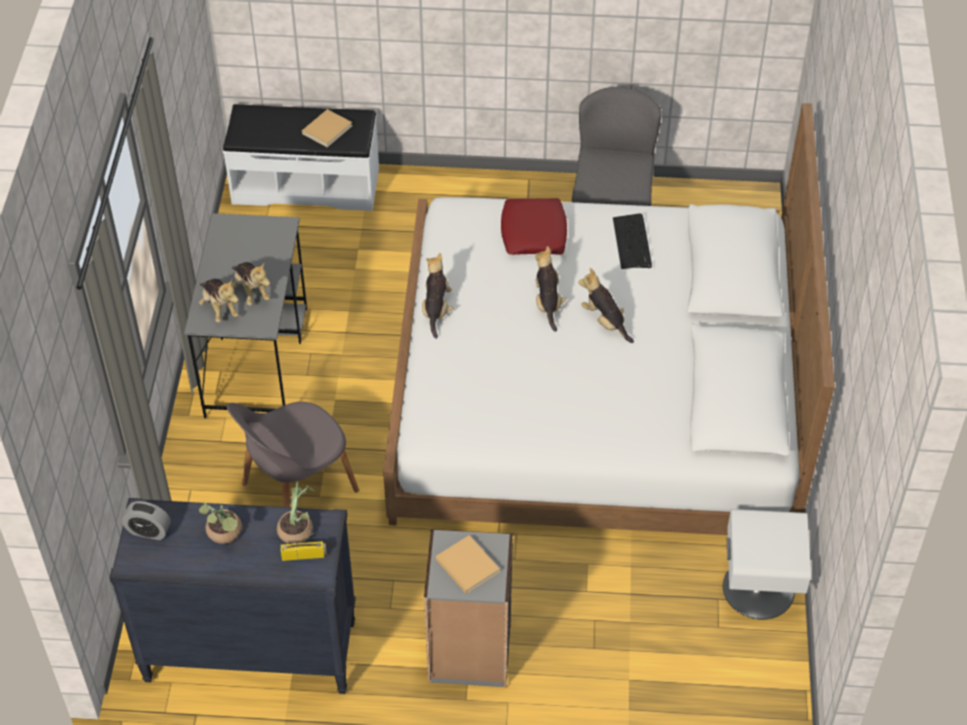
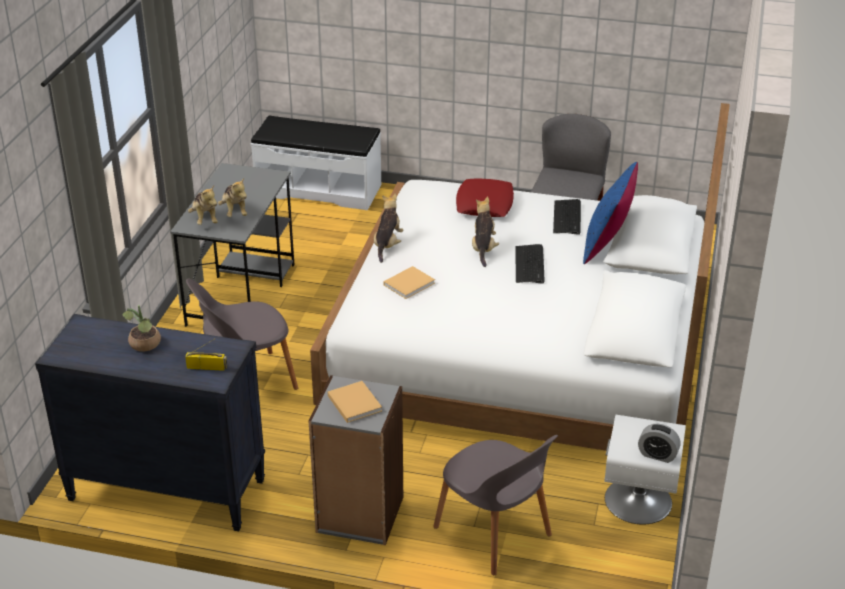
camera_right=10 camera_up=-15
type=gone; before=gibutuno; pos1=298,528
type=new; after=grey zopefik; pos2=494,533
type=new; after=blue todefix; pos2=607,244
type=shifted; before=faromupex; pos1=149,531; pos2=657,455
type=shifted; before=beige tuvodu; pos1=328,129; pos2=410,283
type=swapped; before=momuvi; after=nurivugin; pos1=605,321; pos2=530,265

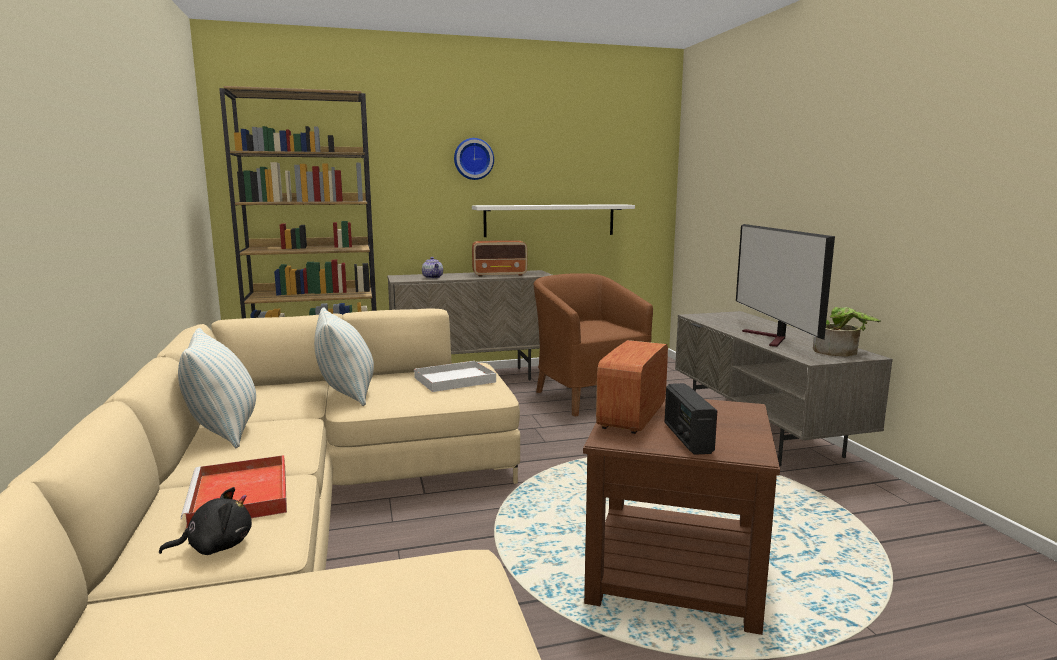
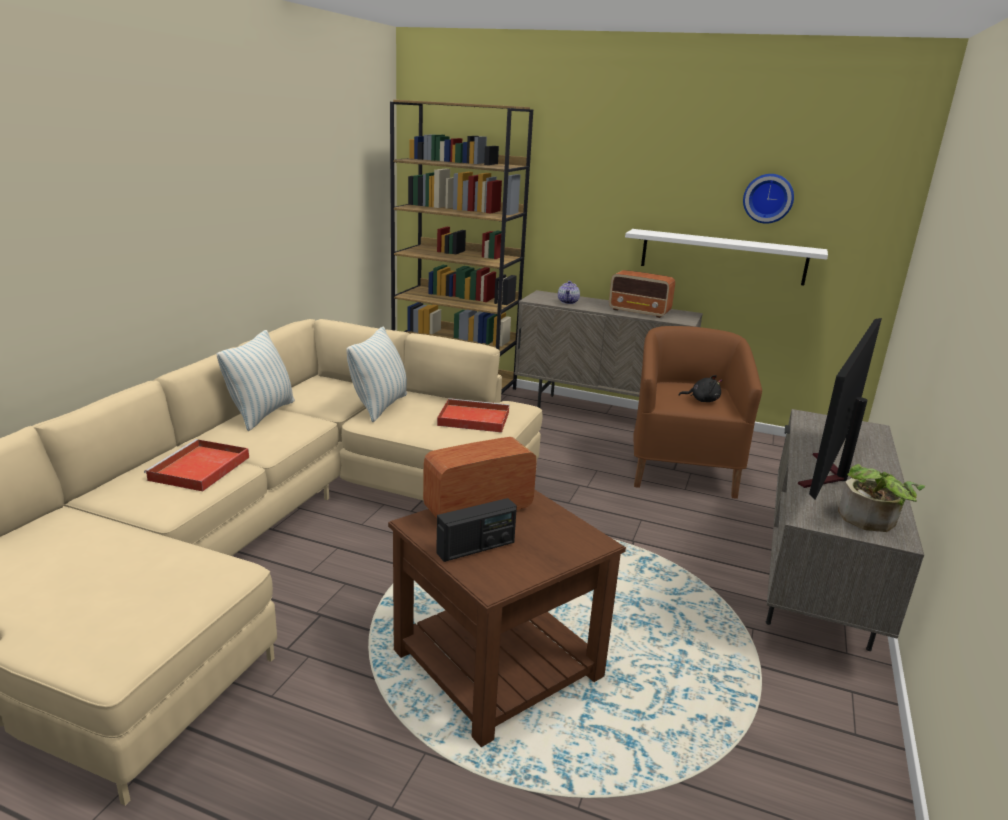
camera_right=35 camera_up=10
type=shifted; before=black momuvi; pos1=216,546; pos2=702,400
type=shifted; before=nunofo; pos1=473,159; pos2=768,198
type=repainted; before=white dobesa; after=red dobesa; pos1=453,380; pos2=472,419
type=rotated; before=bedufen; pos1=687,438; pos2=476,548; turn=-150

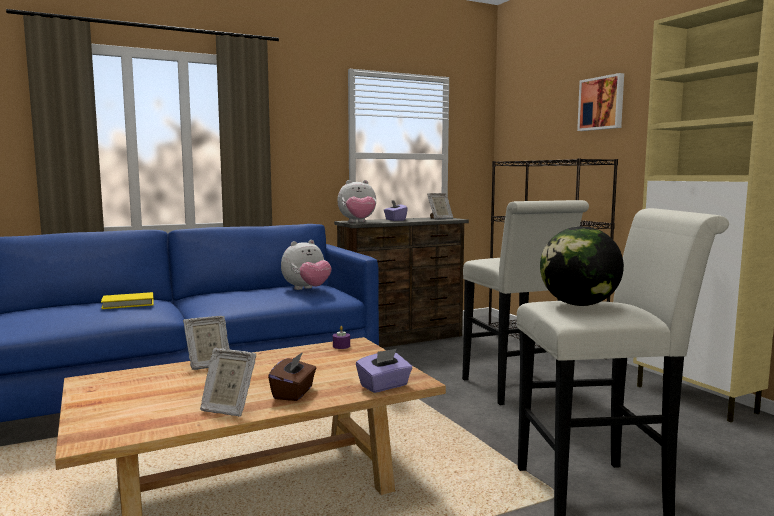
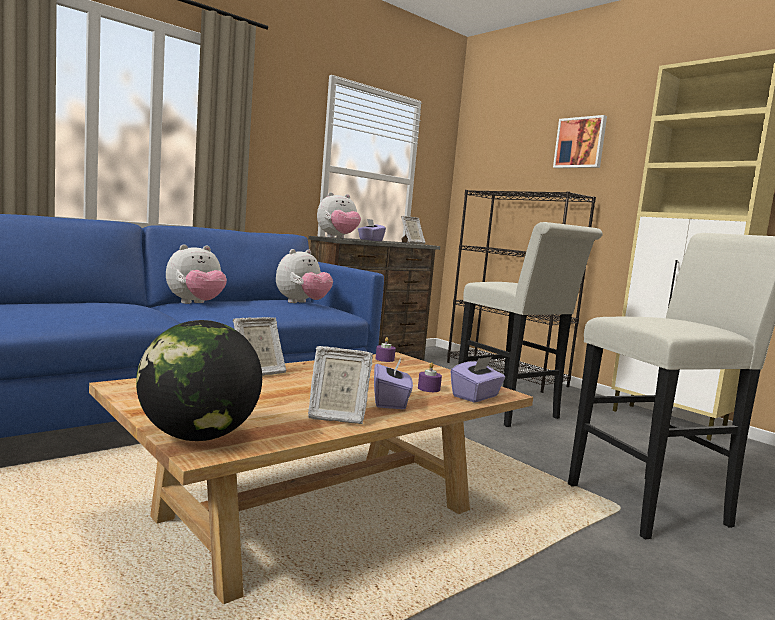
camera_right=-15 camera_up=0
type=gone; before=yellow tuvodu; pos1=128,304
type=new; after=momuvi; pos2=196,304
type=new; after=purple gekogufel; pos2=429,389
type=shifted; before=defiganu; pos1=579,304; pos2=198,437
type=repainted; before=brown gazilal; after=purple gazilal; pos1=294,393; pos2=390,402

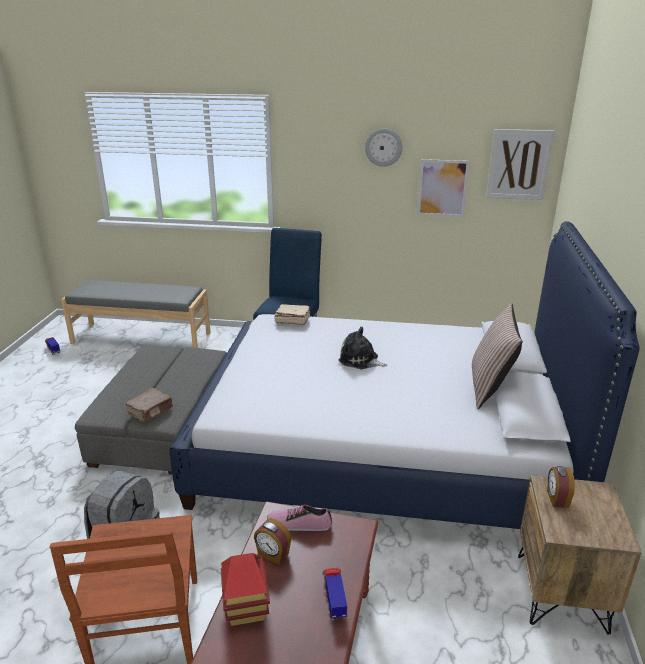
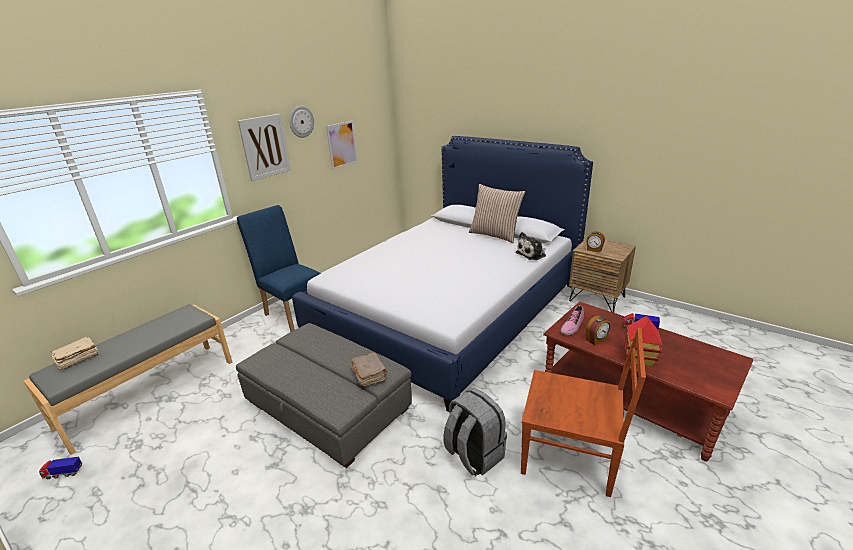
camera_right=-60 camera_up=0
type=shifted; before=beige tuvodu; pos1=292,320; pos2=77,359
type=shifted; before=momuvi; pos1=360,360; pos2=532,254
type=shifted; before=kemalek; pos1=519,164; pos2=265,147

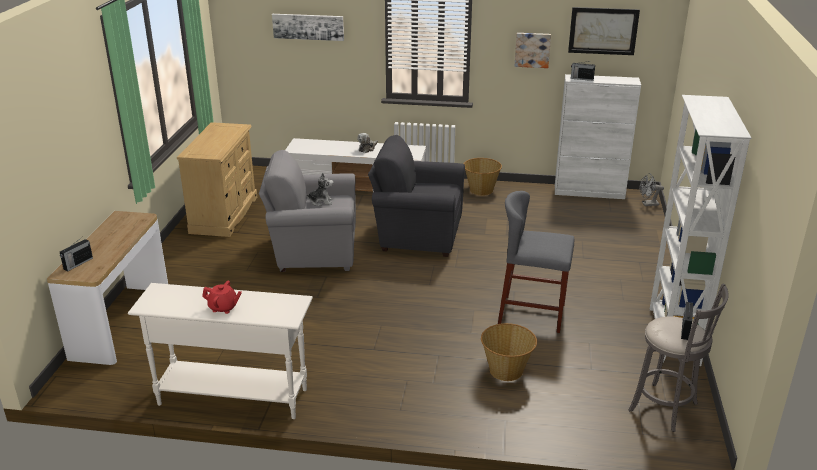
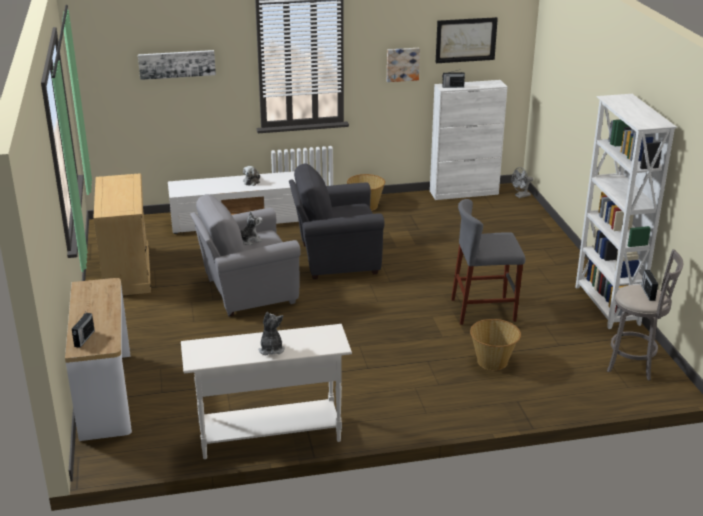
camera_right=-20 camera_up=0
type=swapped; before=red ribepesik; after=momuvi; pos1=223,308; pos2=271,349

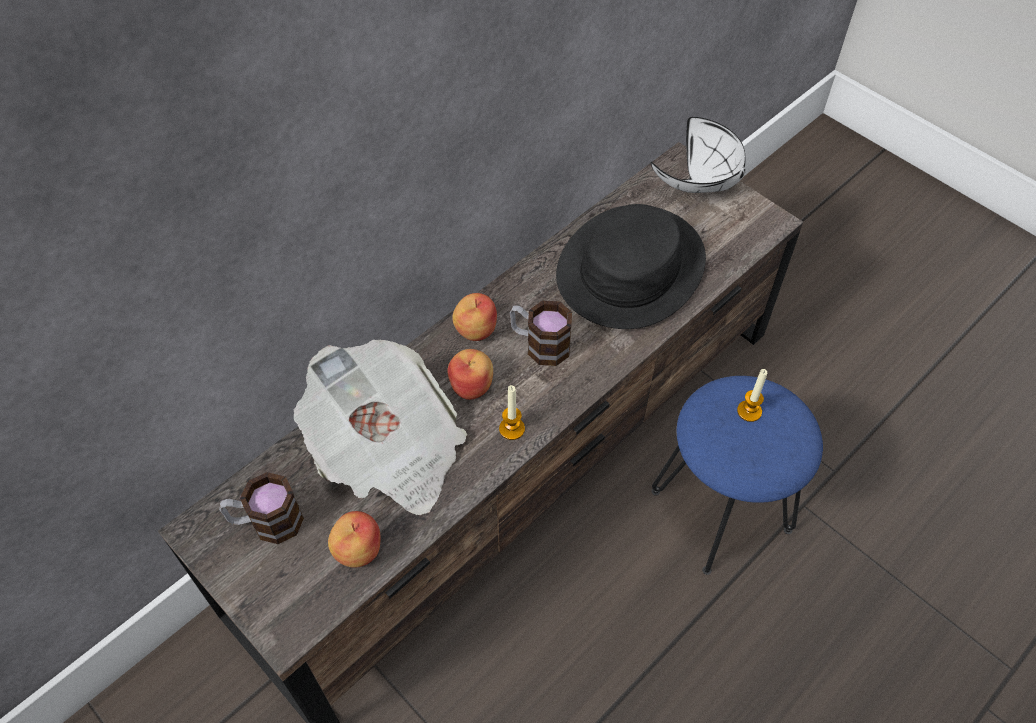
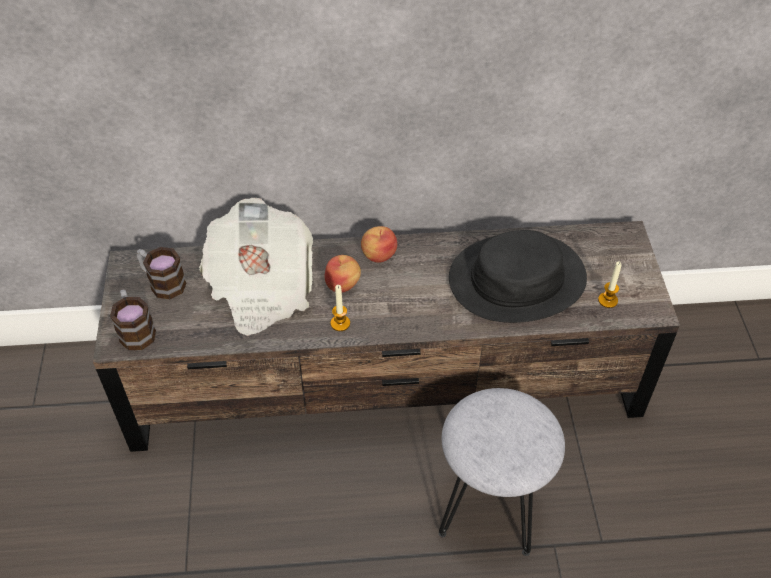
camera_right=40 camera_up=-5
type=gone; before=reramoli; pos1=357,549
type=gone; before=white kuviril; pos1=700,182
type=shifted; before=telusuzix; pos1=539,344; pos2=135,330
type=shifted; before=gekogufel; pos1=749,411; pos2=607,300
type=repainted; before=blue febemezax; after=grey febemezax; pos1=722,510; pos2=491,505

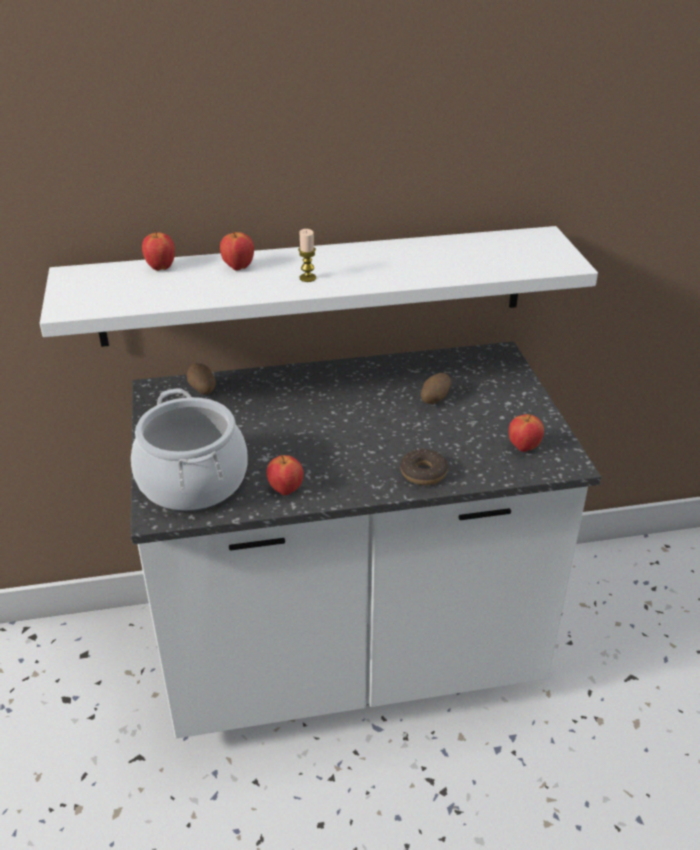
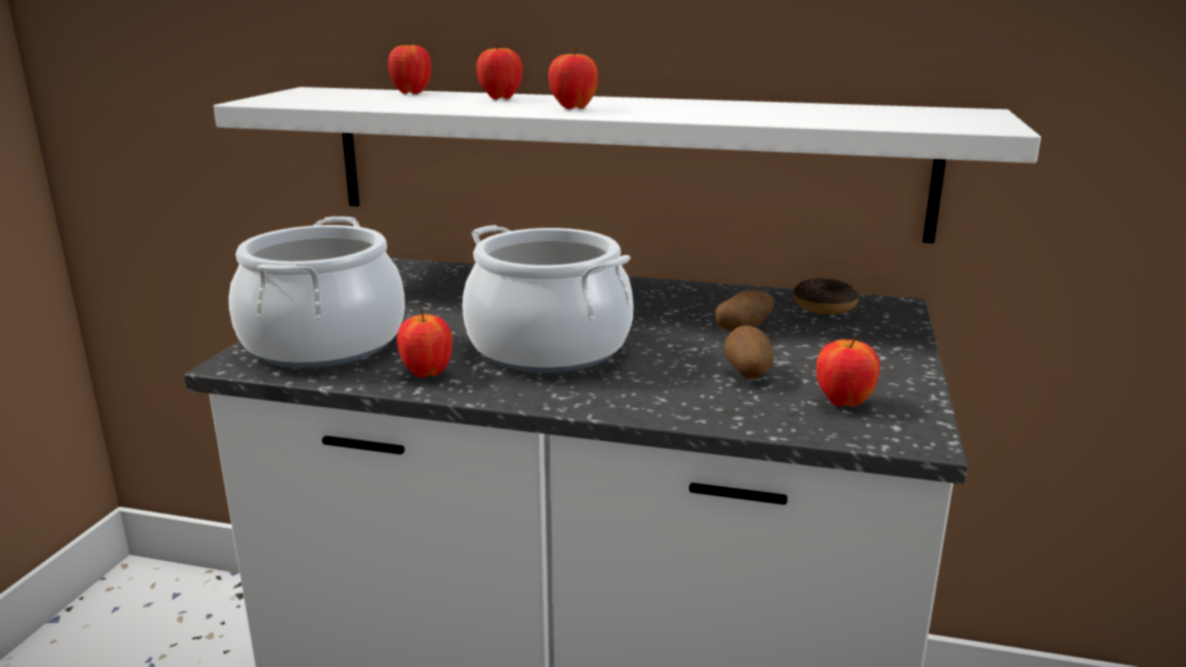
camera_right=25 camera_up=-15
type=new; after=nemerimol; pos2=549,347
type=shifted; before=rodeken; pos1=202,389; pos2=746,373
type=shifted; before=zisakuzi; pos1=423,473; pos2=824,306
type=swapped; before=gekogufel; after=reramoli; pos1=307,278; pos2=573,108

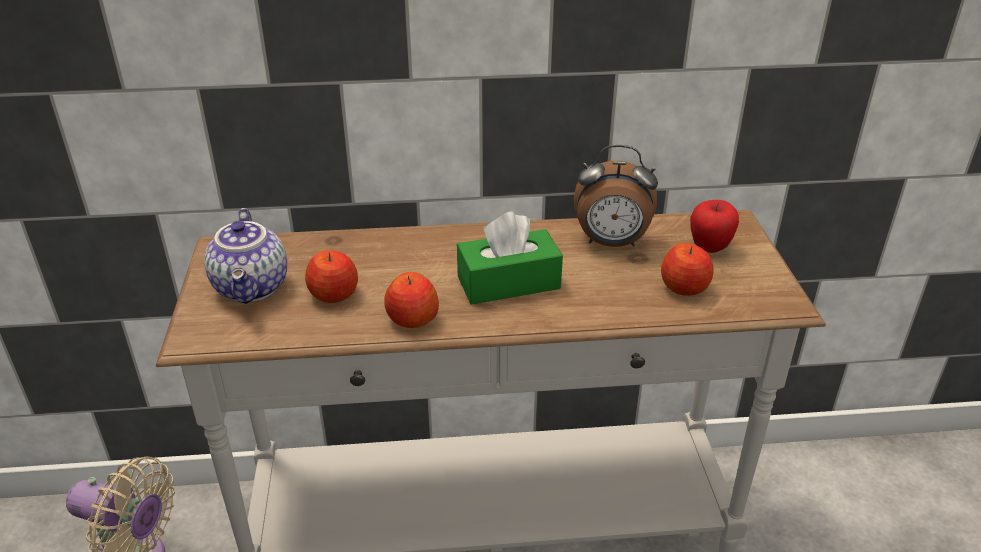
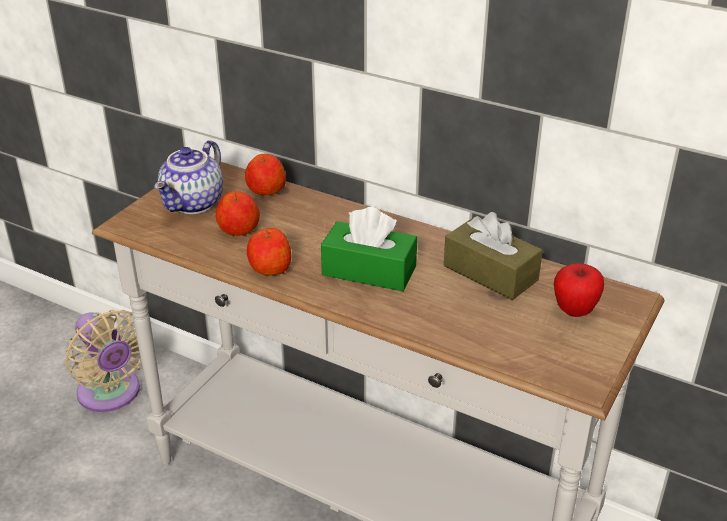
camera_right=35 camera_up=0
type=shifted; before=reramoli; pos1=684,288; pos2=266,190
type=swapped; before=faromupex; after=brown gazilal; pos1=611,243; pos2=490,273

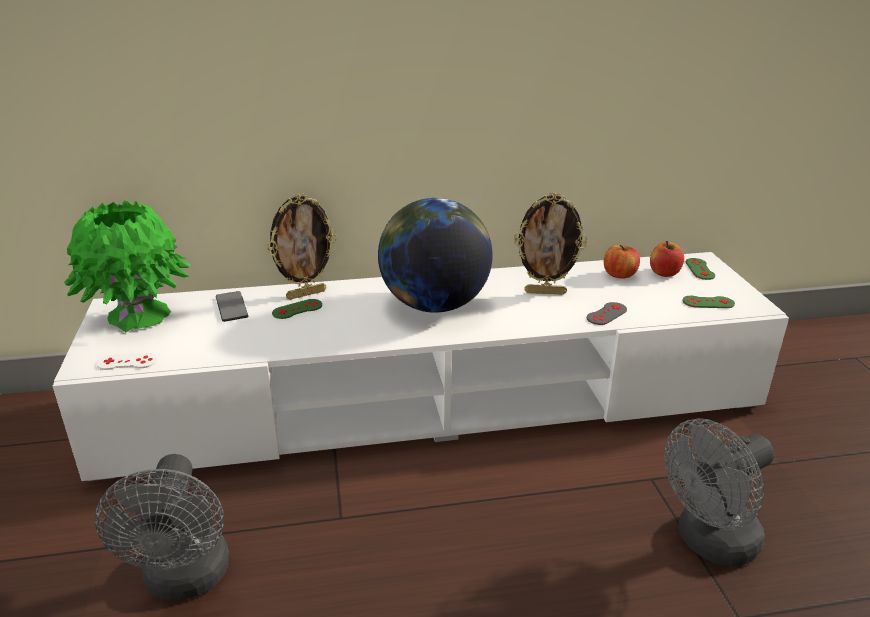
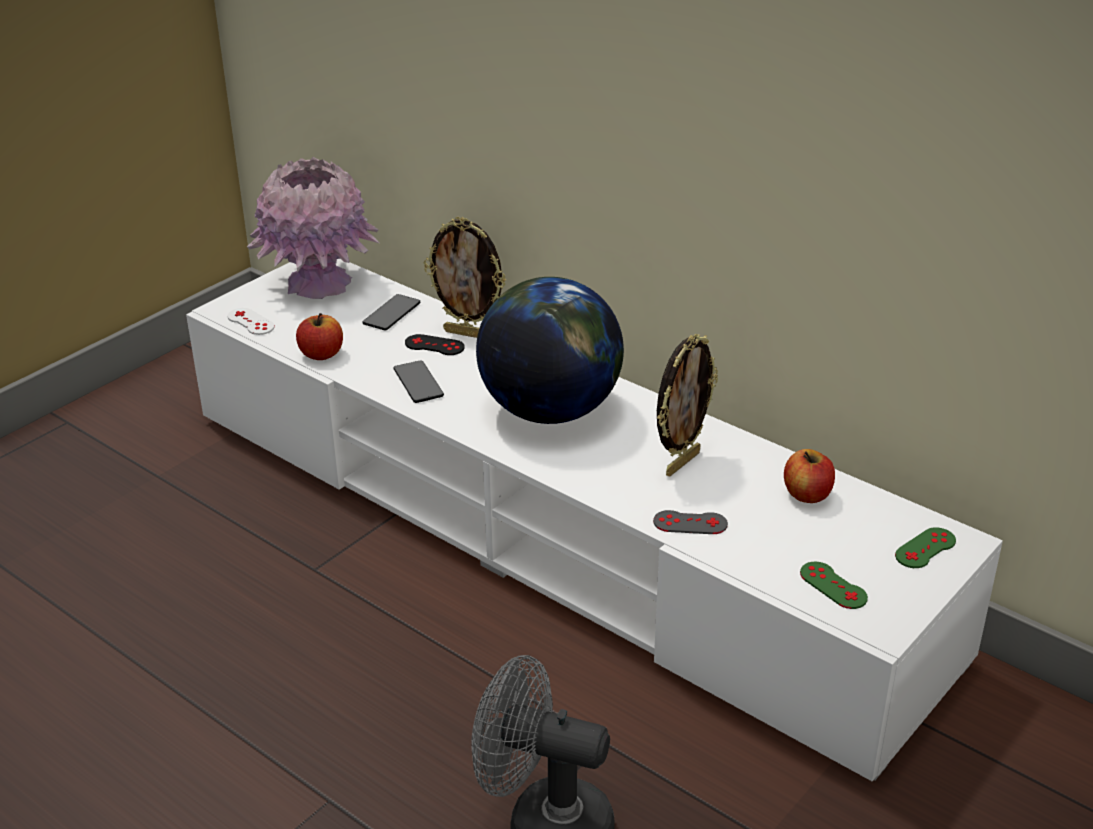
camera_right=50 camera_up=5
type=gone; before=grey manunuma; pos1=185,580
type=new; after=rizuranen; pos2=418,383
type=shifted; before=reramoli; pos1=664,273; pos2=321,354
type=repainted; before=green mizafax; after=pink mizafax; pos1=138,316; pos2=318,284
type=repainted; before=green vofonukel; after=black vofonukel; pos1=297,309; pos2=434,345
type=rotated; before=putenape; pos1=545,292; pos2=681,463; turn=-105

